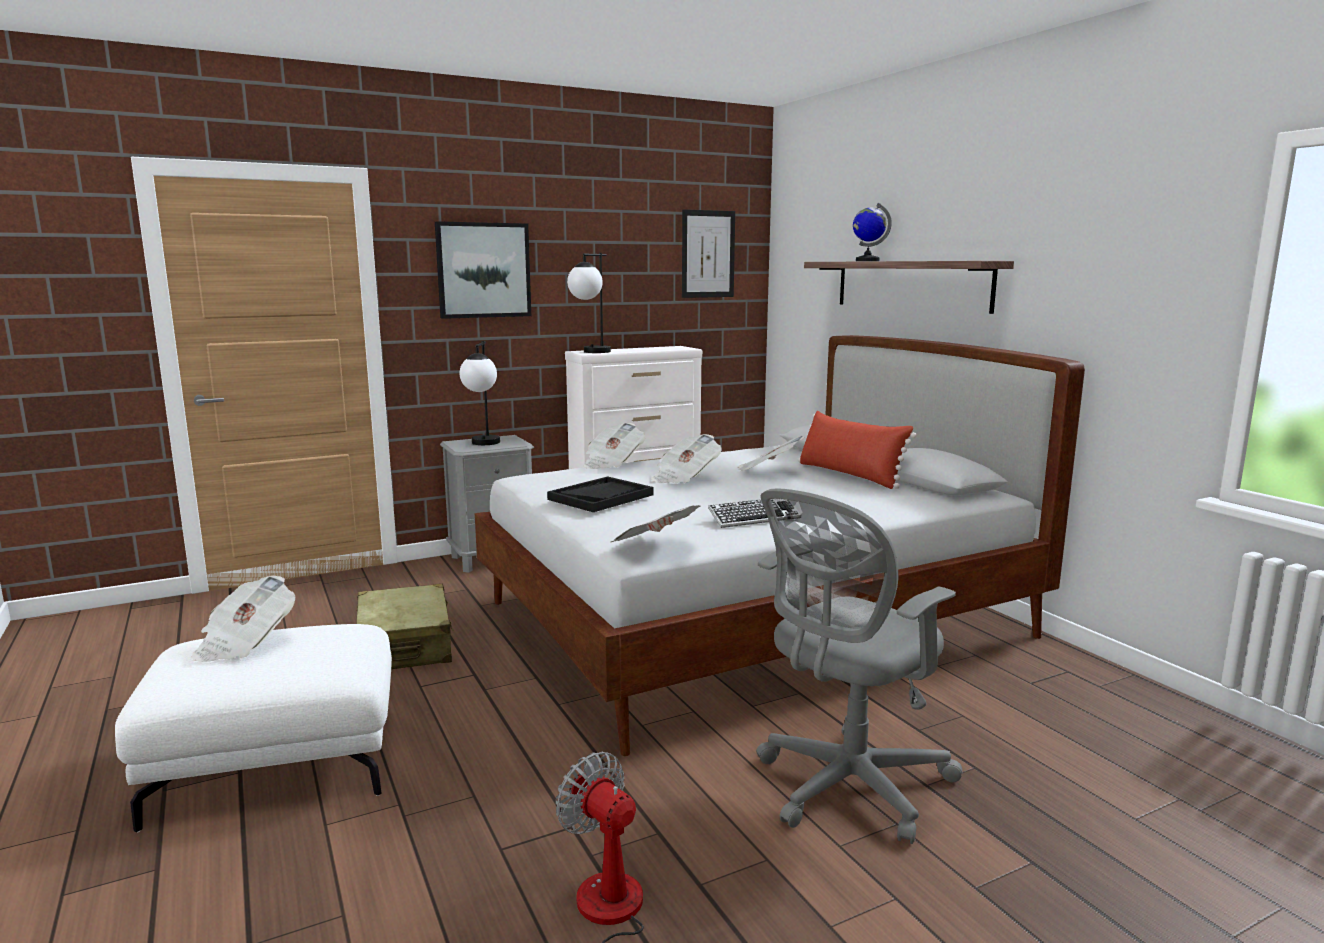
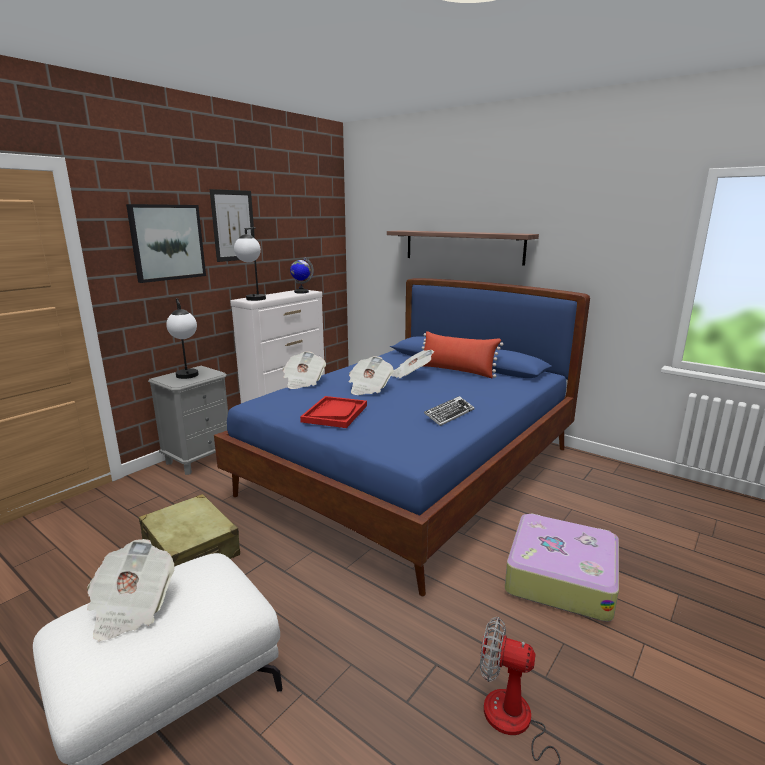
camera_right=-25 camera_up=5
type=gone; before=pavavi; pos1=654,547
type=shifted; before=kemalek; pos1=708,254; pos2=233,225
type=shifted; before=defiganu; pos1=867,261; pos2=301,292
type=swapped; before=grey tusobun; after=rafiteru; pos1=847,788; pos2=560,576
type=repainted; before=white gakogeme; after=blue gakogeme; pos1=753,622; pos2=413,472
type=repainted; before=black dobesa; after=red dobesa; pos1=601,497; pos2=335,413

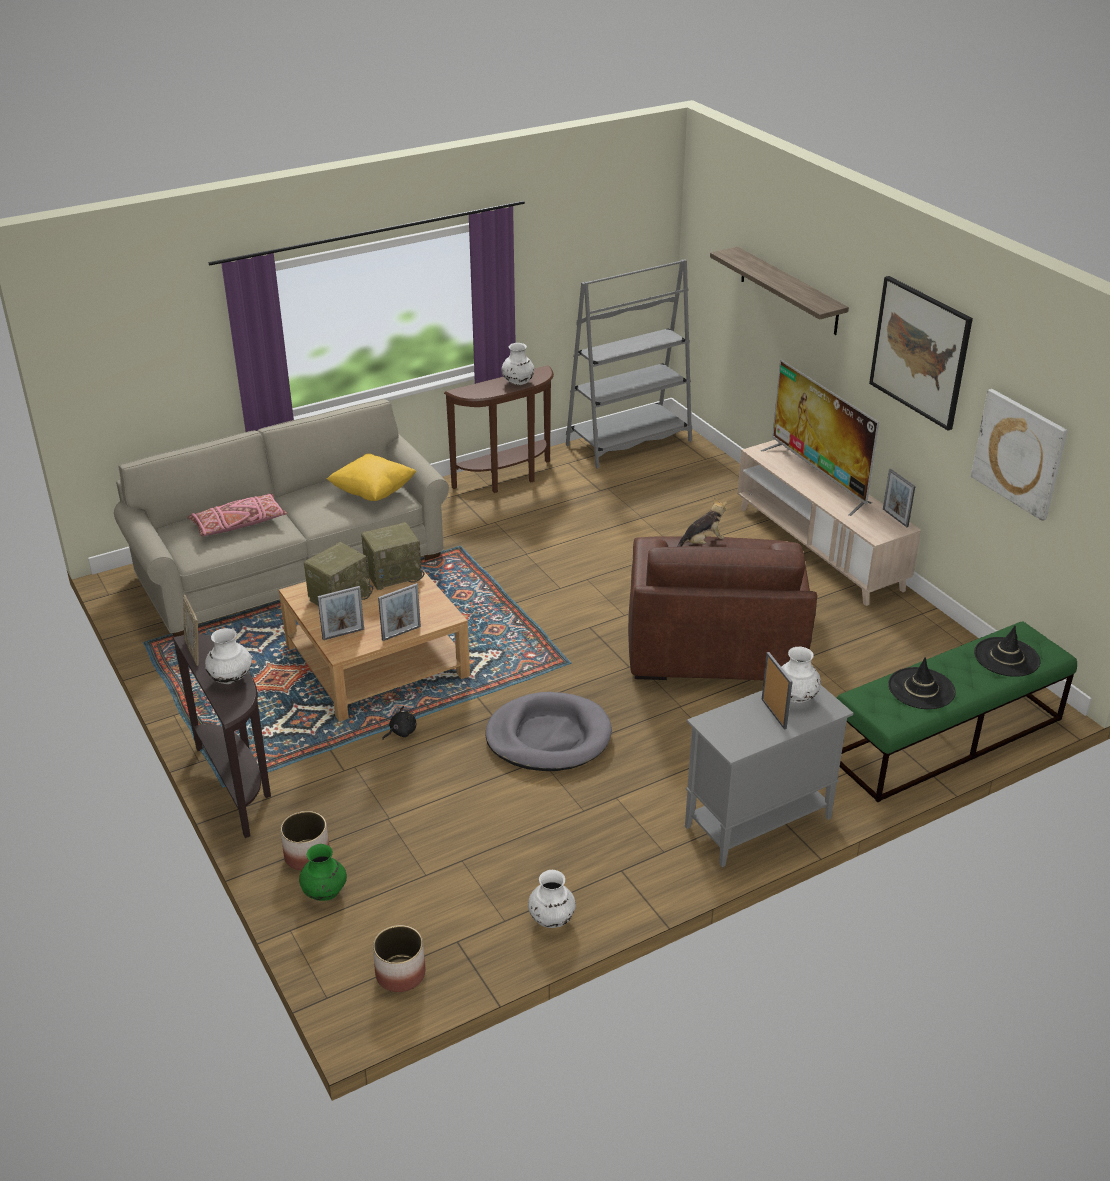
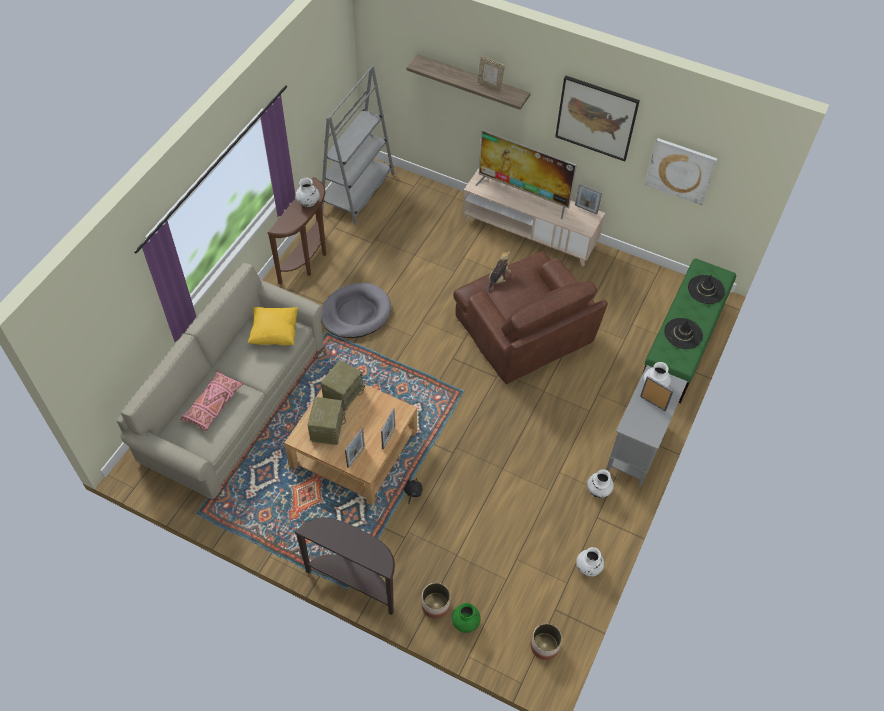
camera_right=-35 camera_up=20
type=shifted; before=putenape; pos1=195,651; pos2=489,85
type=shifted; before=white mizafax; pos1=231,679; pos2=598,490
type=shifted; before=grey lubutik; pos1=548,737; pos2=356,313

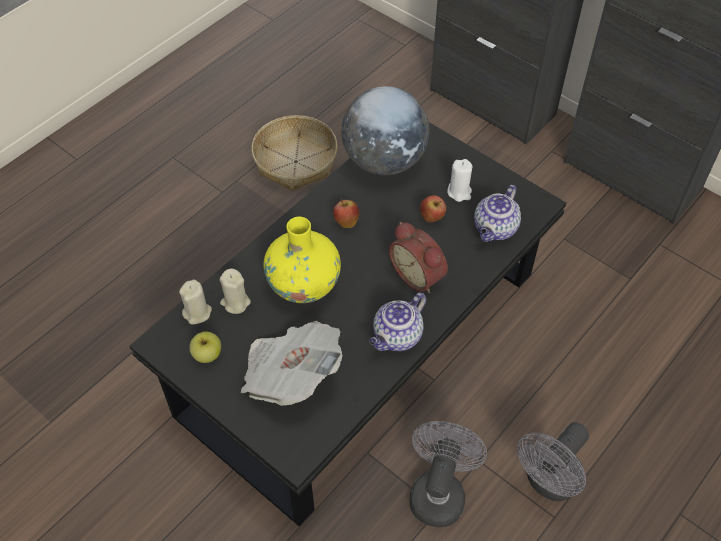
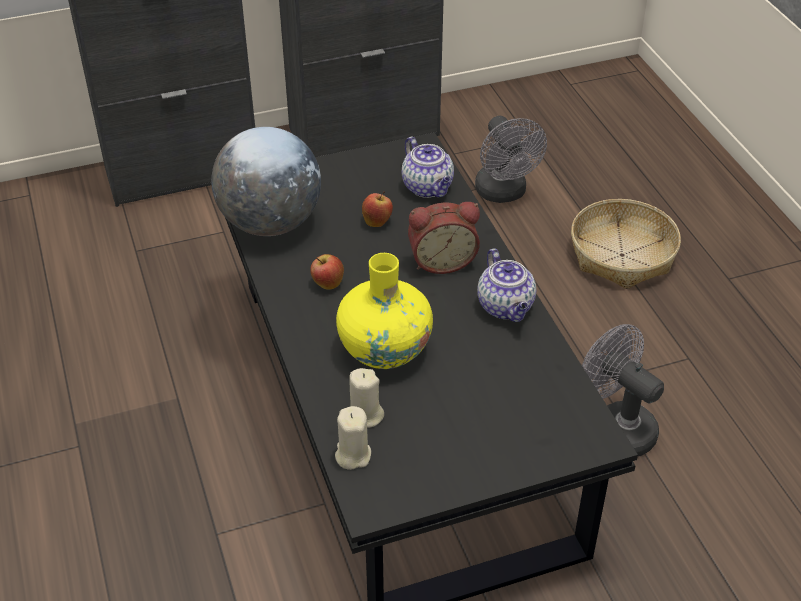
camera_right=-60 camera_up=-10
type=gone; before=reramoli; pos1=207,354
type=gone; before=pavavi; pos1=291,375
type=gone; before=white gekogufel; pos1=459,192
type=shifted; before=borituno; pos1=295,161; pos2=621,255
type=shifted; before=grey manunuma; pos1=549,483; pos2=504,193

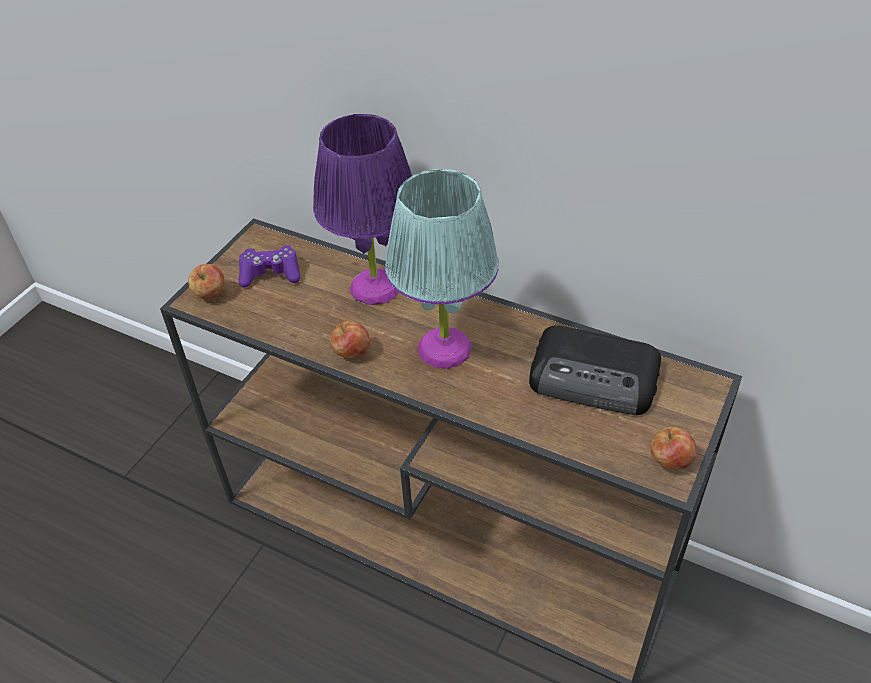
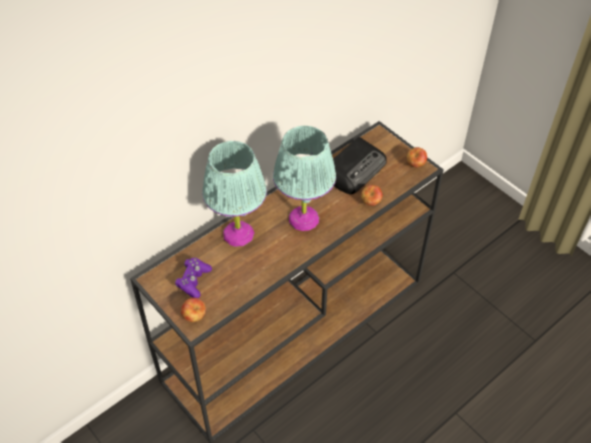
camera_right=-70 camera_up=5
type=shifted; before=reramoli; pos1=351,353; pos2=371,202
type=repainted; before=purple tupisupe; after=turquoise tupisupe; pos1=375,287; pos2=238,233

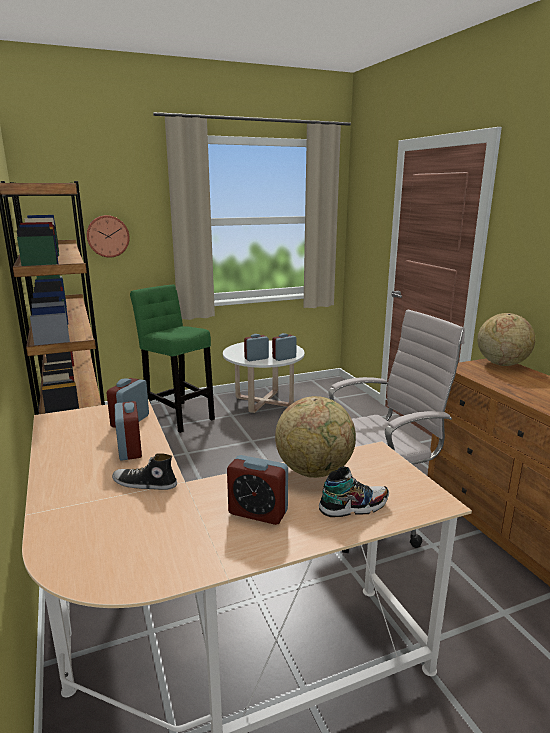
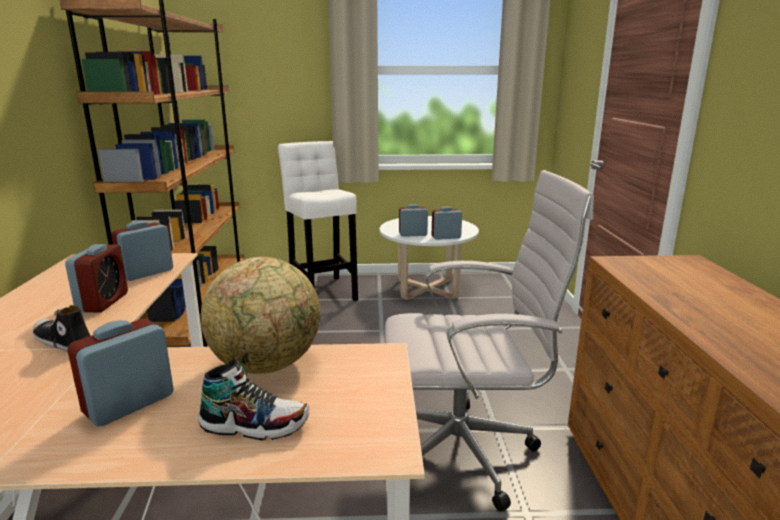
camera_right=20 camera_up=0
type=gone; before=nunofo; pos1=108,236
type=gone; before=defiganu; pos1=501,364
type=repainted; before=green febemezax; after=white febemezax; pos1=178,415; pos2=323,290
type=rotated; before=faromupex; pos1=258,513; pos2=129,404; turn=90

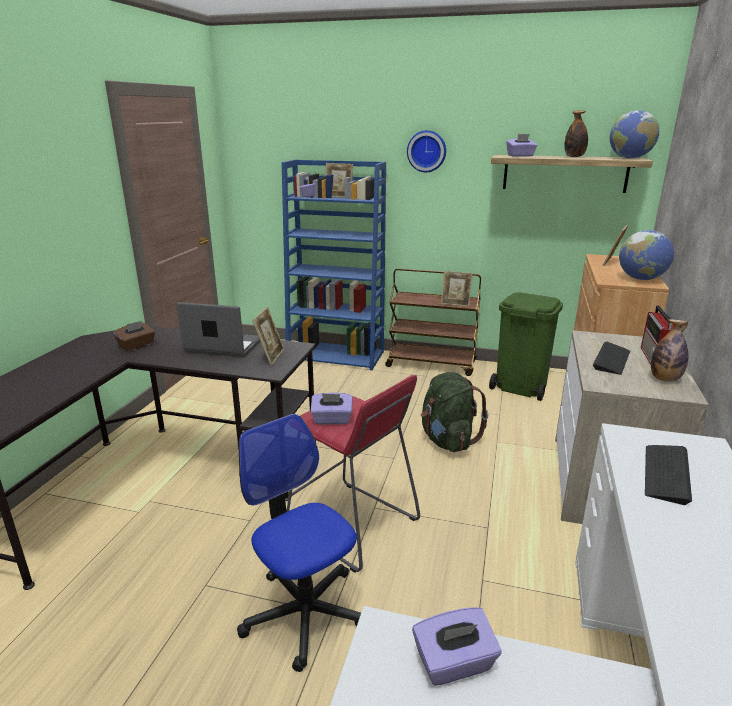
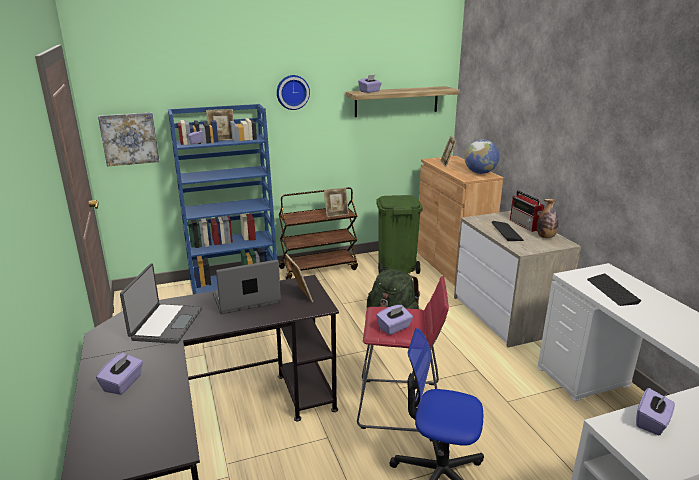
camera_right=-35 camera_up=0
type=gone; before=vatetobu; pos1=574,157
type=gone; before=defiganu; pos1=629,158
type=new; after=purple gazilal; pos2=123,383
type=new; after=kemalek; pos2=129,139
type=swapped; before=brown gazilal; after=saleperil; pos1=137,346; pos2=166,324

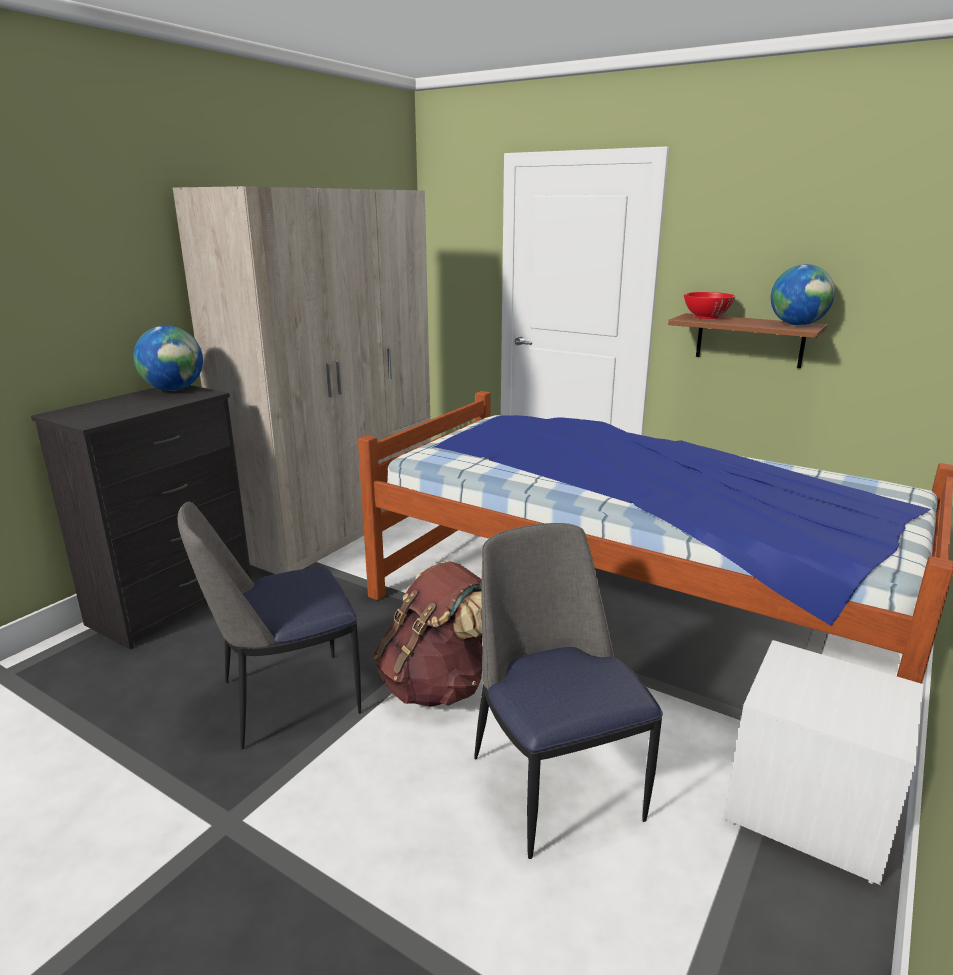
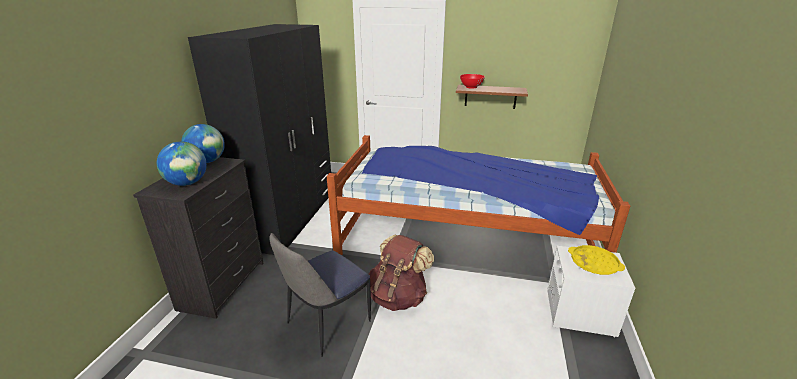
camera_right=-20 camera_up=5
type=gone; before=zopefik; pos1=554,783
type=new; after=yellow dobesa; pos2=594,263
type=shifted; before=defiganu; pos1=797,325; pos2=187,183
type=repainted; before=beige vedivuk; after=black vedivuk; pos1=339,525; pos2=290,218

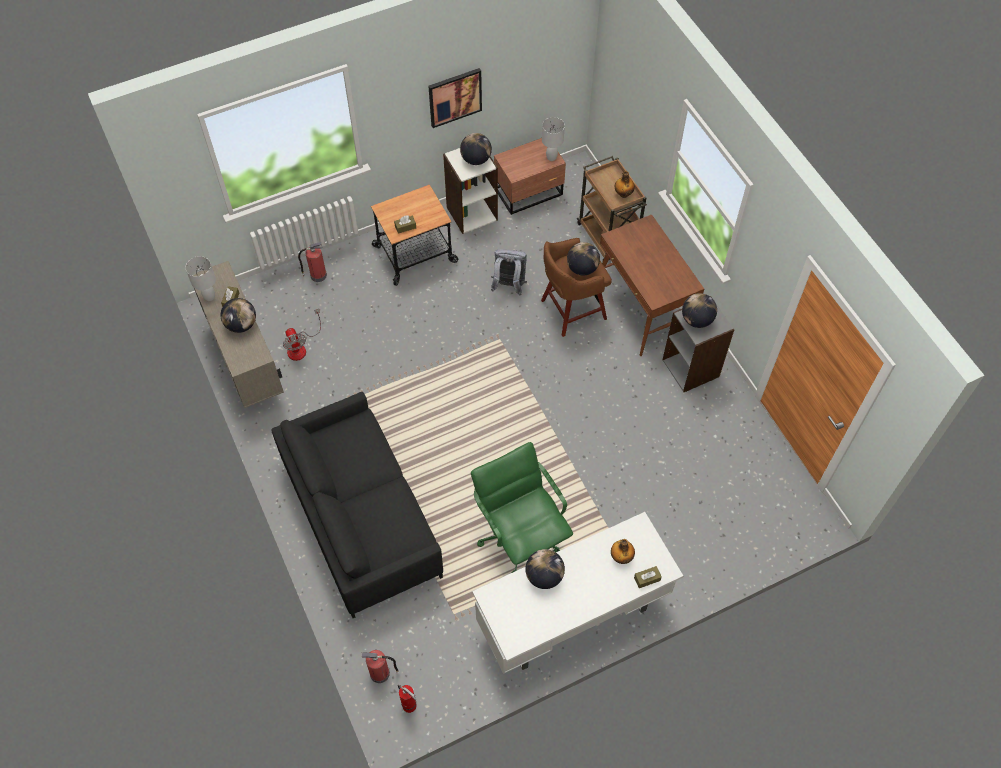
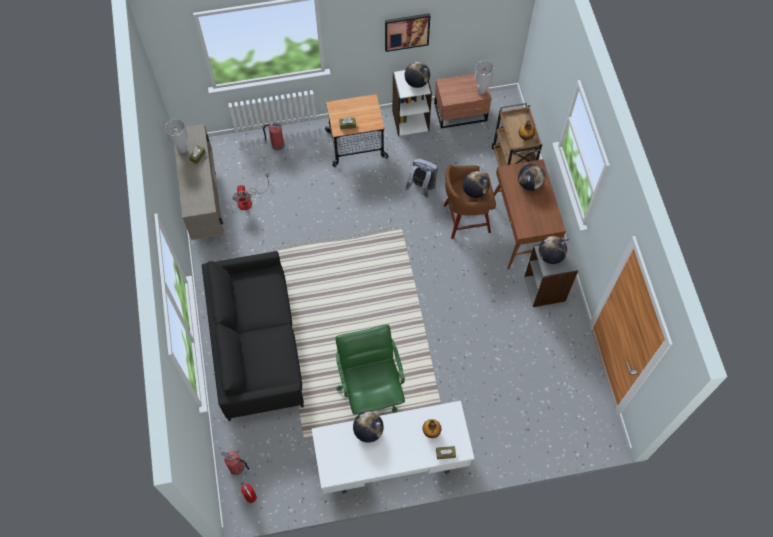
camera_right=15 camera_up=5
type=shifted; before=defiganu; pos1=241,325; pos2=529,184

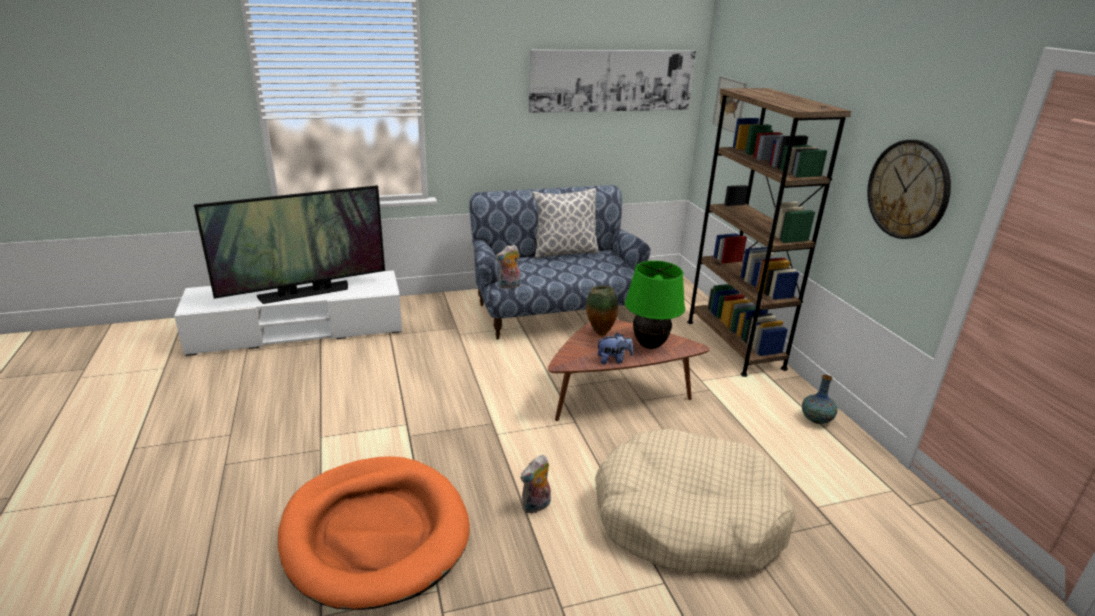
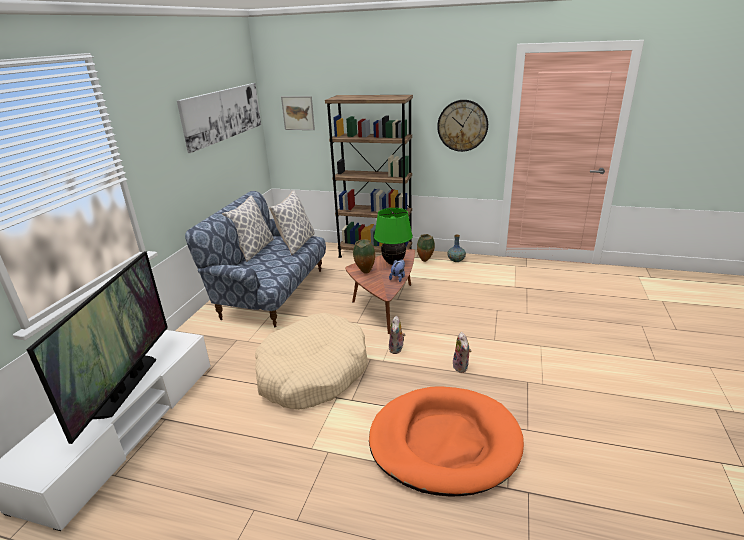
camera_right=-55 camera_up=0
type=new; after=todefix; pos2=296,244
type=new; after=mizafax; pos2=425,261
type=shifted; before=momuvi; pos1=509,286; pos2=397,349
type=shifted; before=beige lubutik; pos1=687,518; pos2=313,372

